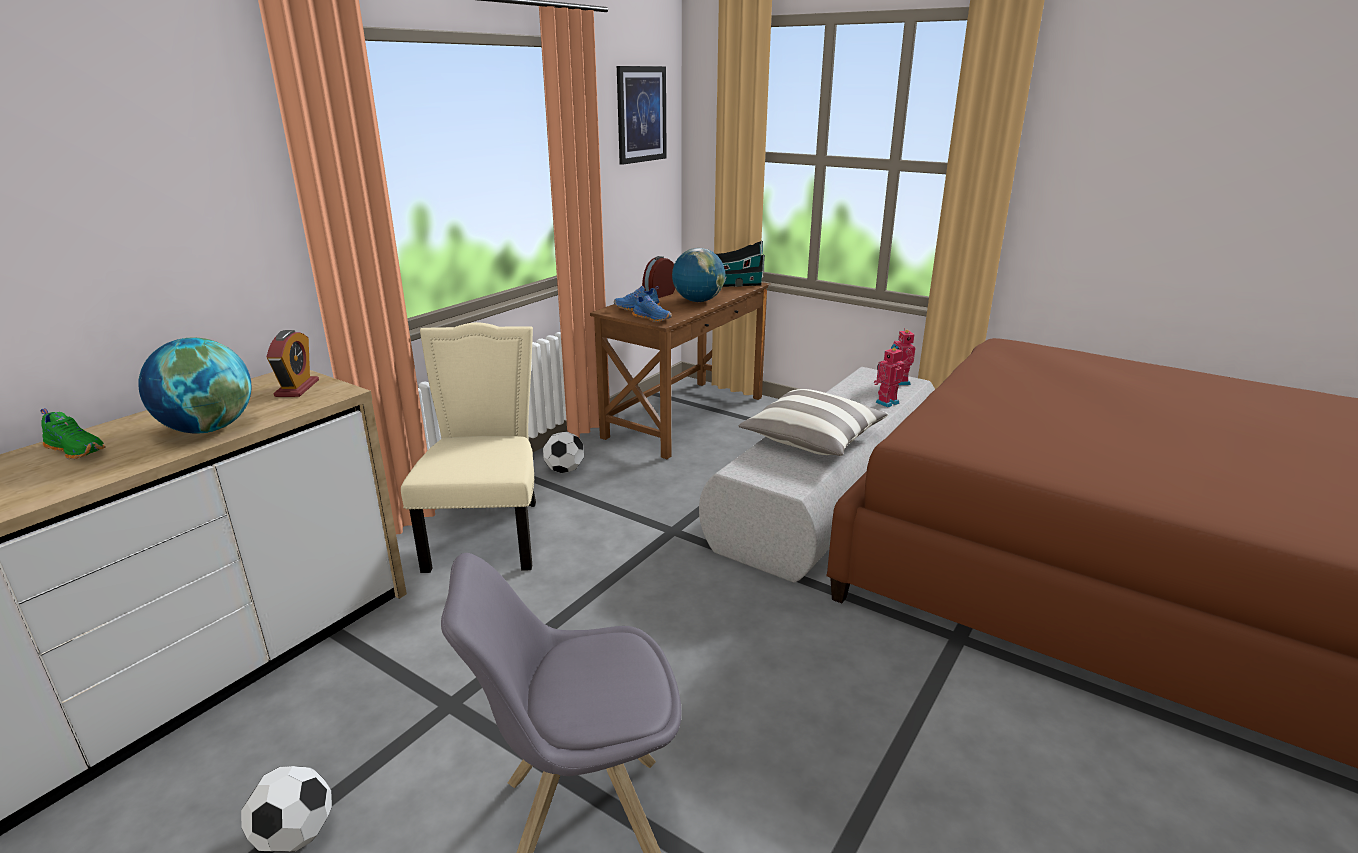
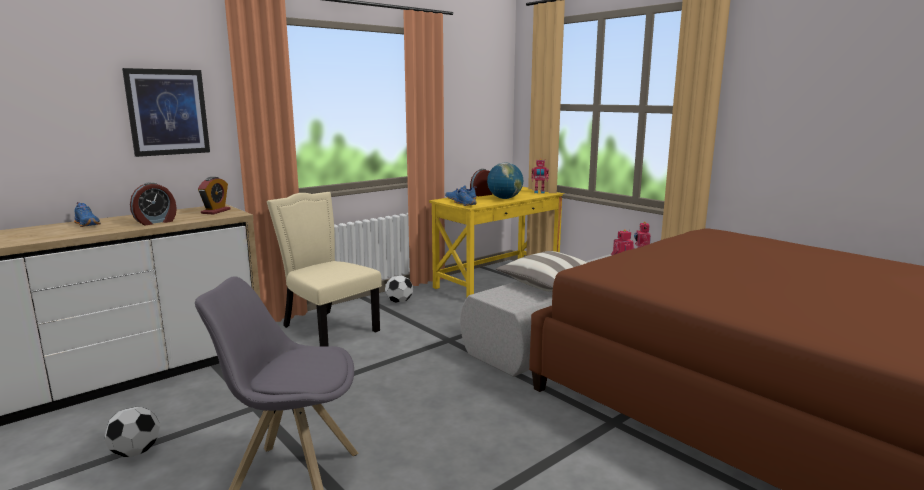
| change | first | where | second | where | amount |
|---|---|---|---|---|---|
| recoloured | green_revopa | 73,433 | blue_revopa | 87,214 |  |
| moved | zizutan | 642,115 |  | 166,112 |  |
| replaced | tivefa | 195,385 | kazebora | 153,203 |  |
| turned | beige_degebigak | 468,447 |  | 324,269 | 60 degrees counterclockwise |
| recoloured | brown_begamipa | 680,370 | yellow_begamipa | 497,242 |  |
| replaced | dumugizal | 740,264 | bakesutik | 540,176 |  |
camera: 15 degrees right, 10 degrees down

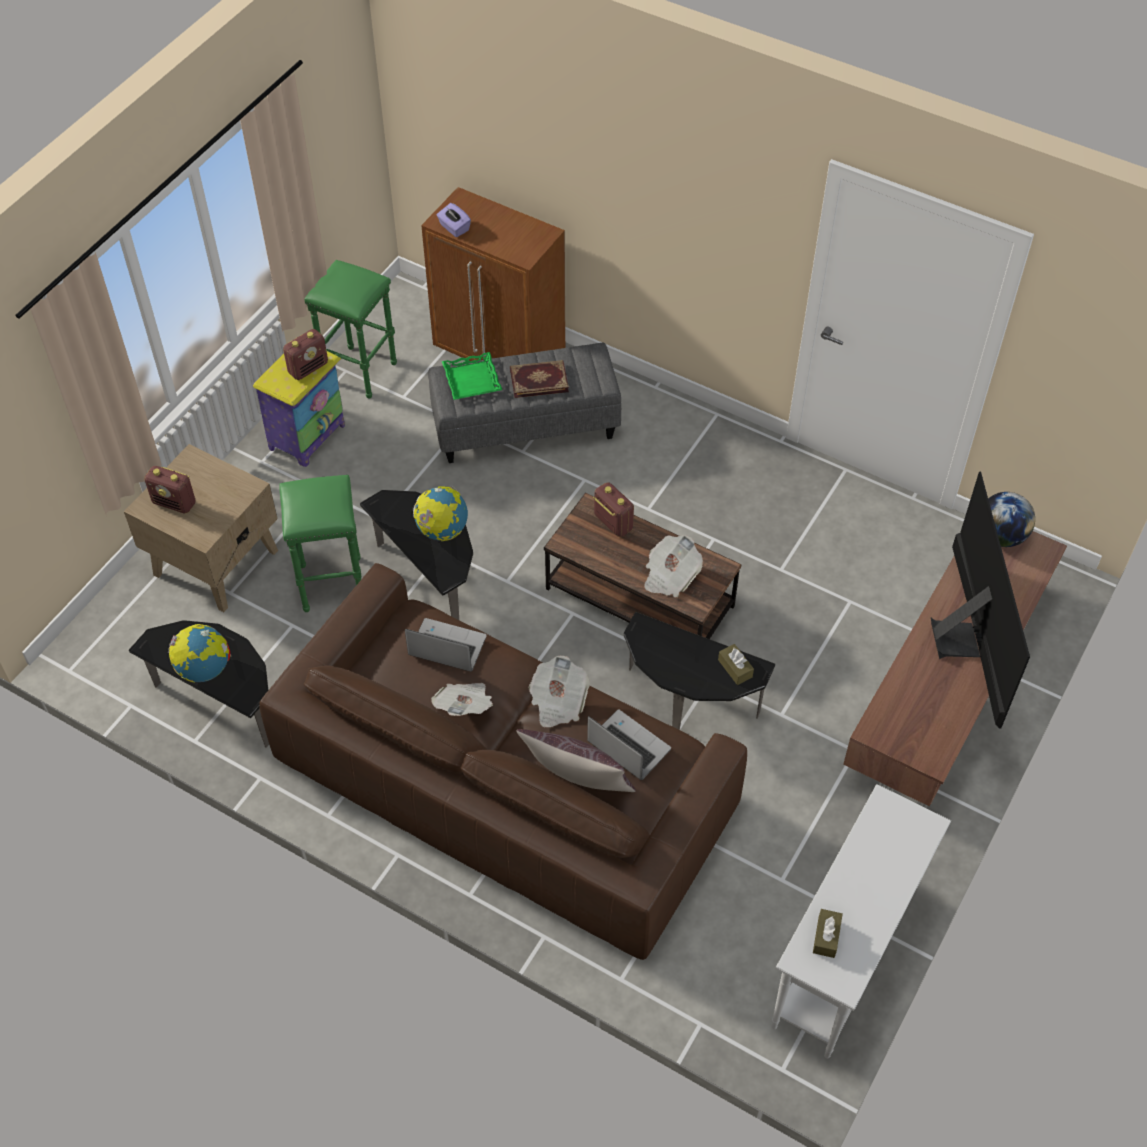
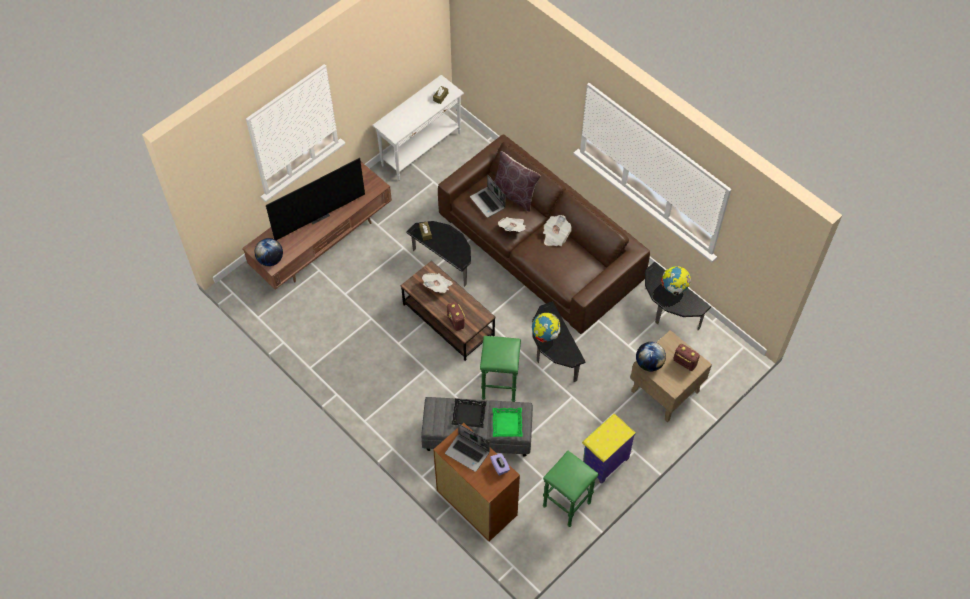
| change | first | where | second | where | amount |
|---|---|---|---|---|---|
| turned | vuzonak | 980,600 |  | 315,199 | 135 degrees counterclockwise |
| moved | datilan | 445,645 |  | 467,447 |  |
| replaced | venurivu | 539,379 | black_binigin | 469,413 |  |
| moved | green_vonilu | 320,543 |  | 500,369 |  |
| added |  |  | tivefa | 651,356 |  |
| removed | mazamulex | 305,354 |  |  |  |
camera: 165 degrees left, 5 degrees up

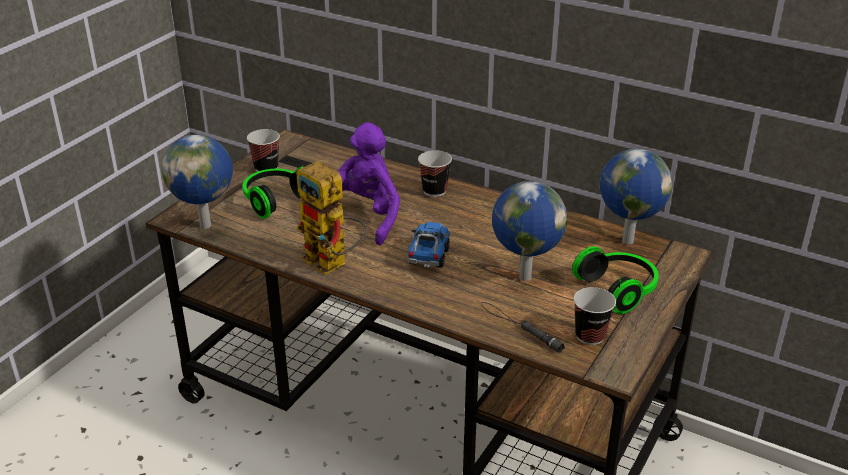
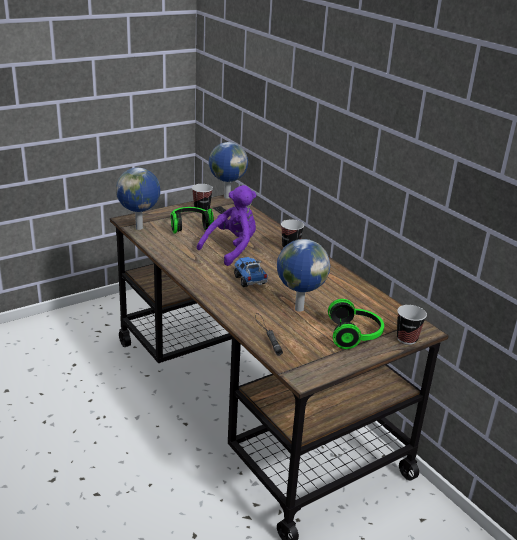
| change | first | where | second | where | amount |
|---|---|---|---|---|---|
| moved | tivefa | 636,197 |  | 228,170 |  |
| turned | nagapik | 428,245 |  | 251,272 | 60 degrees counterclockwise |
| moved | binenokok | 595,316 |  | 412,325 |  |
| removed | bakesutik | 331,218 |  |  |  |
camera: 25 degrees right, 5 degrees down

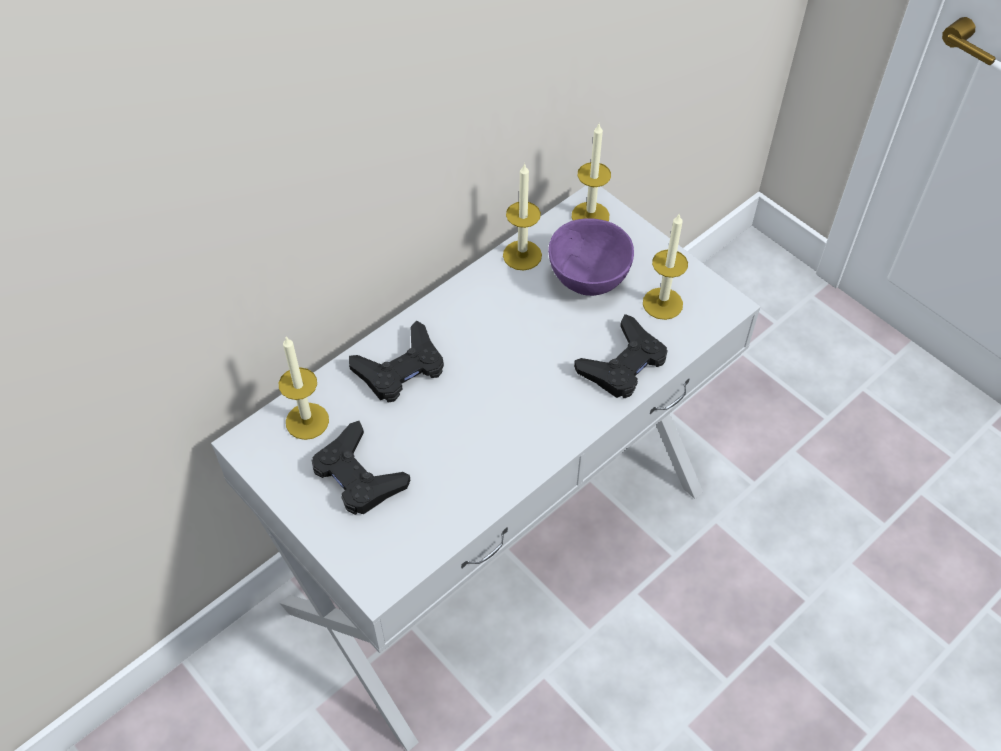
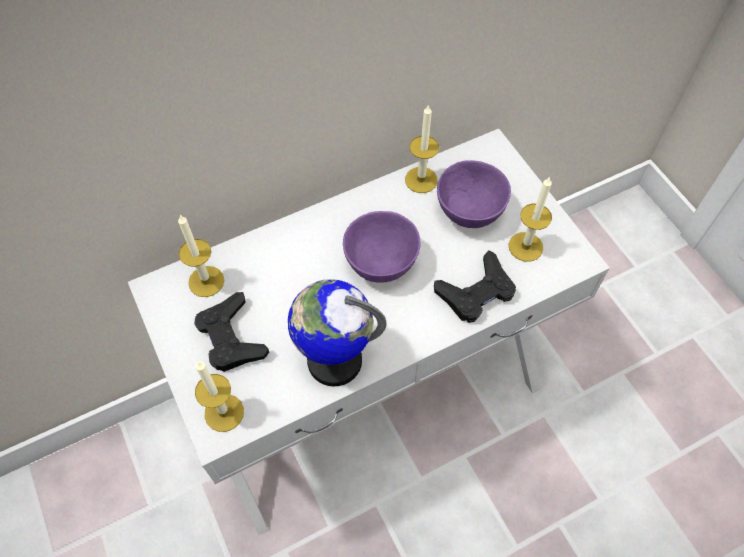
| change | first | where | second | where | amount |
|---|---|---|---|---|---|
| moved | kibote | 591,172 |  | 219,396 |  |
| added |  |  | tivefa | 337,332 |  |
| added |  |  | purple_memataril | 382,247 |  |
| removed | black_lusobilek | 396,361 |  |  |  |
camera: 15 degrees right, 5 degrees up

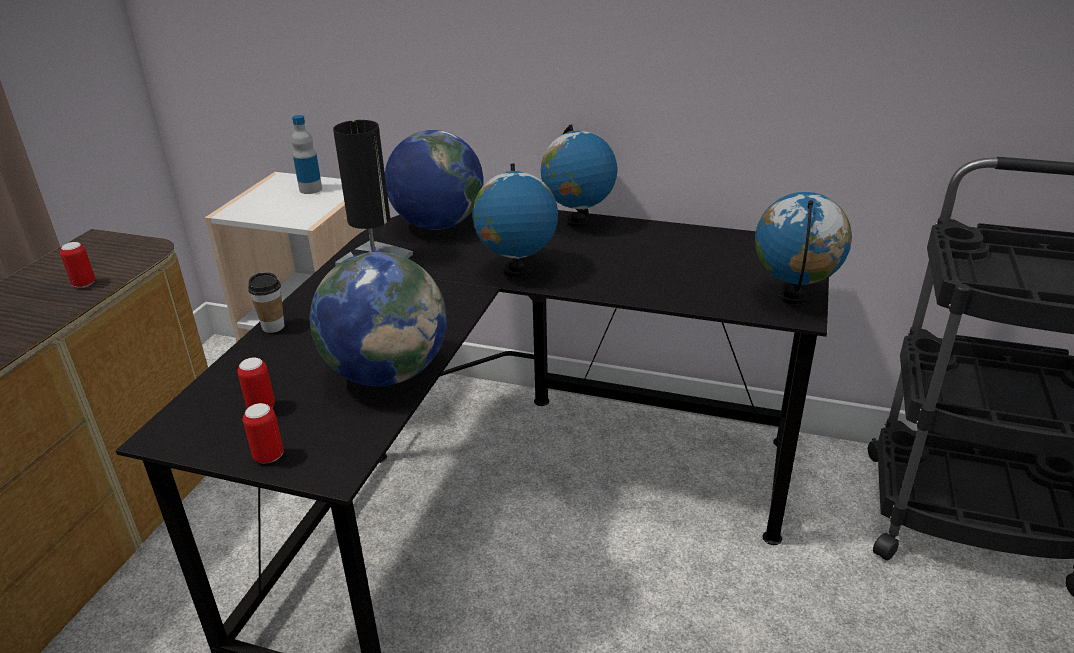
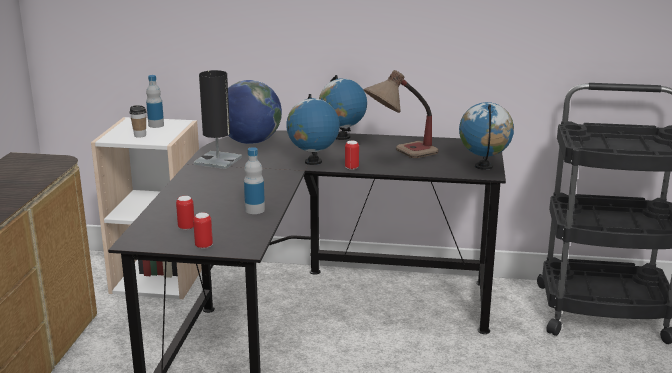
| change | first | where | second | where | amount |
|---|---|---|---|---|---|
| moved | binenokok | 266,302 |  | 138,121 |  |
| replaced | tivefa | 378,319 | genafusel | 254,180 |  |
| moved | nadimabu | 77,265 |  | 352,155 |  |
| added |  |  | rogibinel | 401,114 |  |
camera: 10 degrees left, 10 degrees down

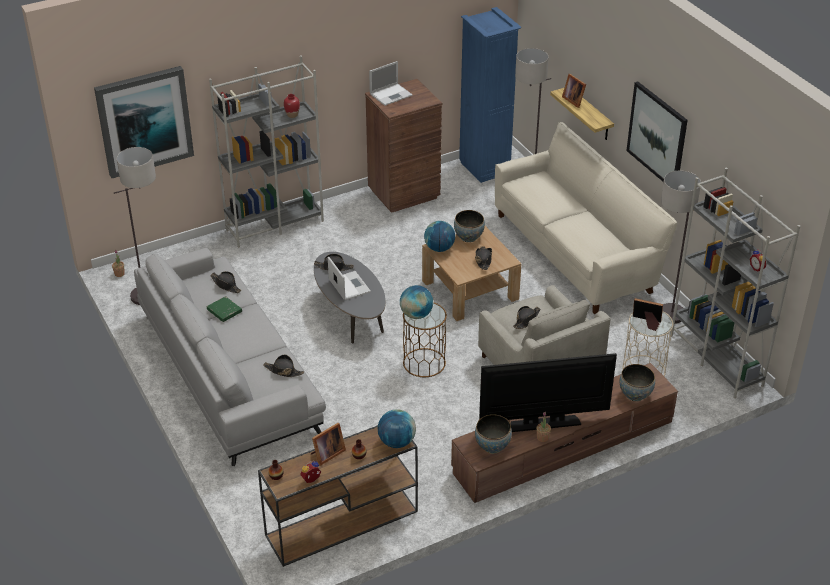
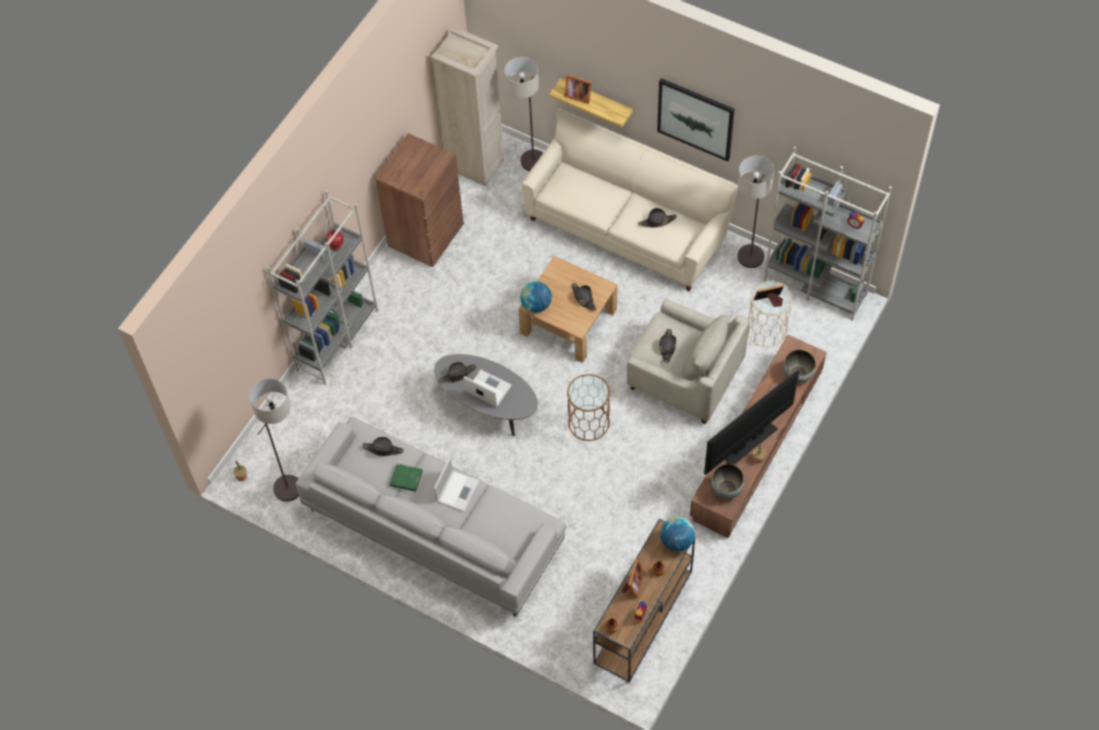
| change | first | where | second | where | amount |
|---|---|---|---|---|---|
| recoloured | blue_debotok | 490,95 | beige_debotok | 467,106 |  |
| moved | datilan | 390,83 |  | 456,484 |  |
| moved | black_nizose | 284,366 |  | 657,217 |  |
| removed | zizutan | 144,122 |  |  |  |
| removed | tivefa | 416,302 |  |  |  |
| removed | memataril | 469,226 |  |  |  |
camera: 30 degrees left, 20 degrees up

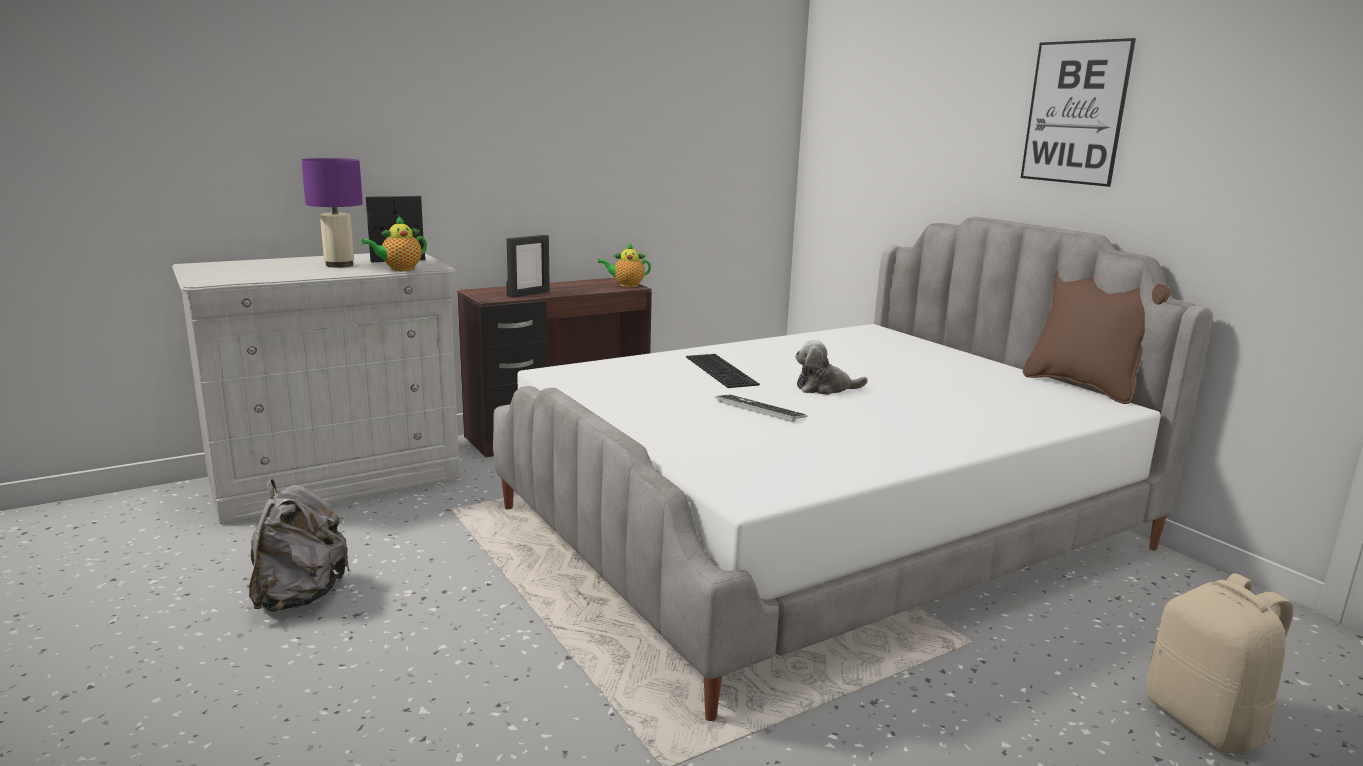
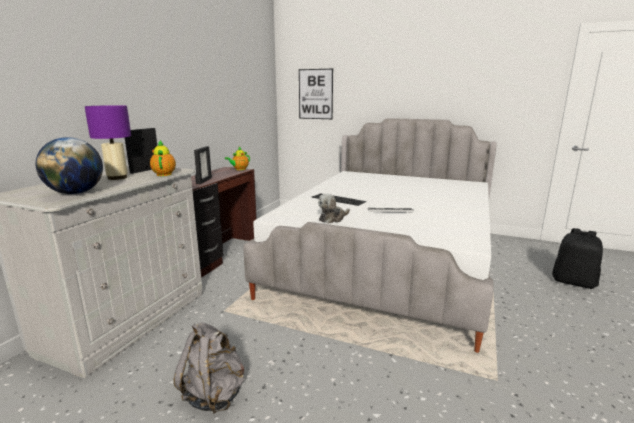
| change | first | where | second | where | amount |
|---|---|---|---|---|---|
| added |  |  | tivefa | 69,165 |  |
| turned | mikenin | 394,243 |  | 163,158 | 150 degrees clockwise |
| moved | zizutan | 1078,112 |  | 316,94 |  |
| moved | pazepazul | 831,367 |  | 334,209 |  |
| recoloured | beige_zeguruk | 1219,663 | black_zeguruk | 577,258 |  |
| removed | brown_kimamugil | 1096,337 |  |  |  |
camera: 35 degrees left, 0 degrees up

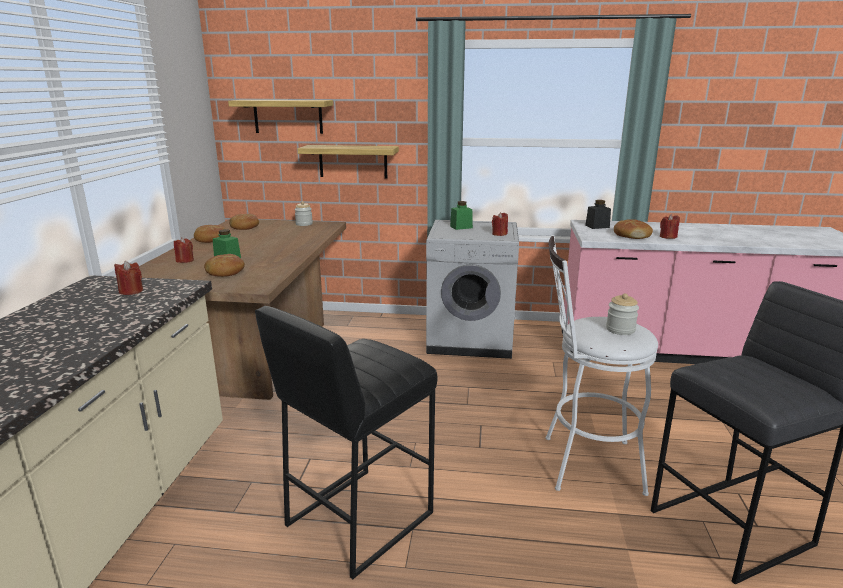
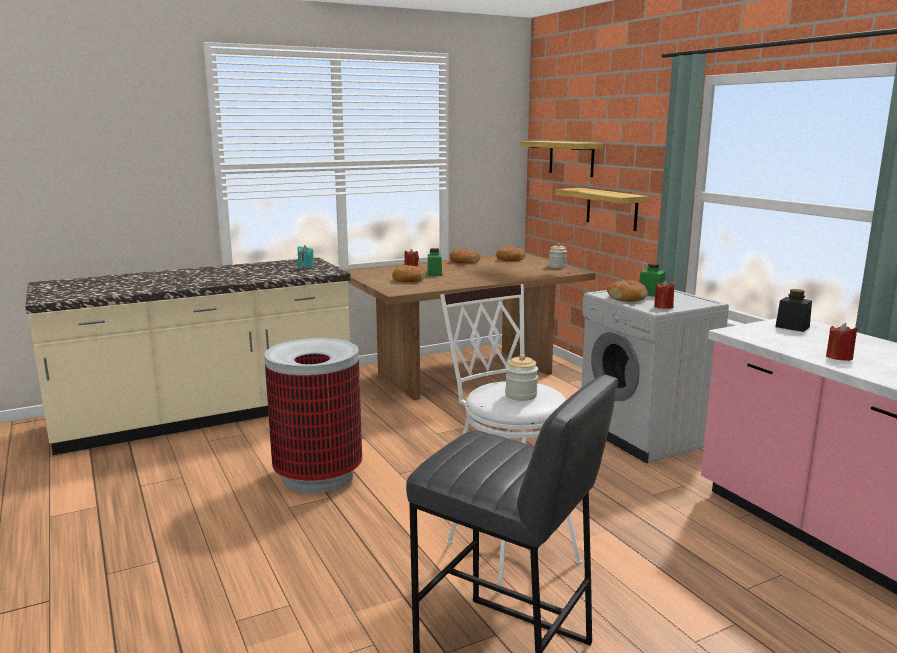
| change | first | where | second | where | amount |
|---|---|---|---|---|---|
| replaced | black_vonilu | 346,443 | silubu | 313,415 |  |
| recoloured | red_kibote | 128,278 | turquoise_kibote | 305,257 |  |
| moved | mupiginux | 633,229 |  | 627,291 |  |
camera: 55 degrees right, 5 degrees down

